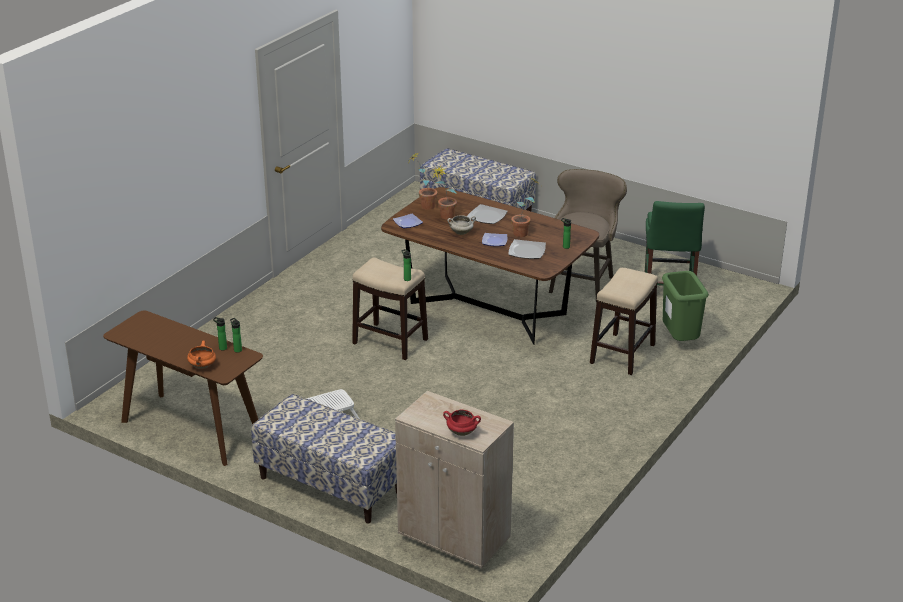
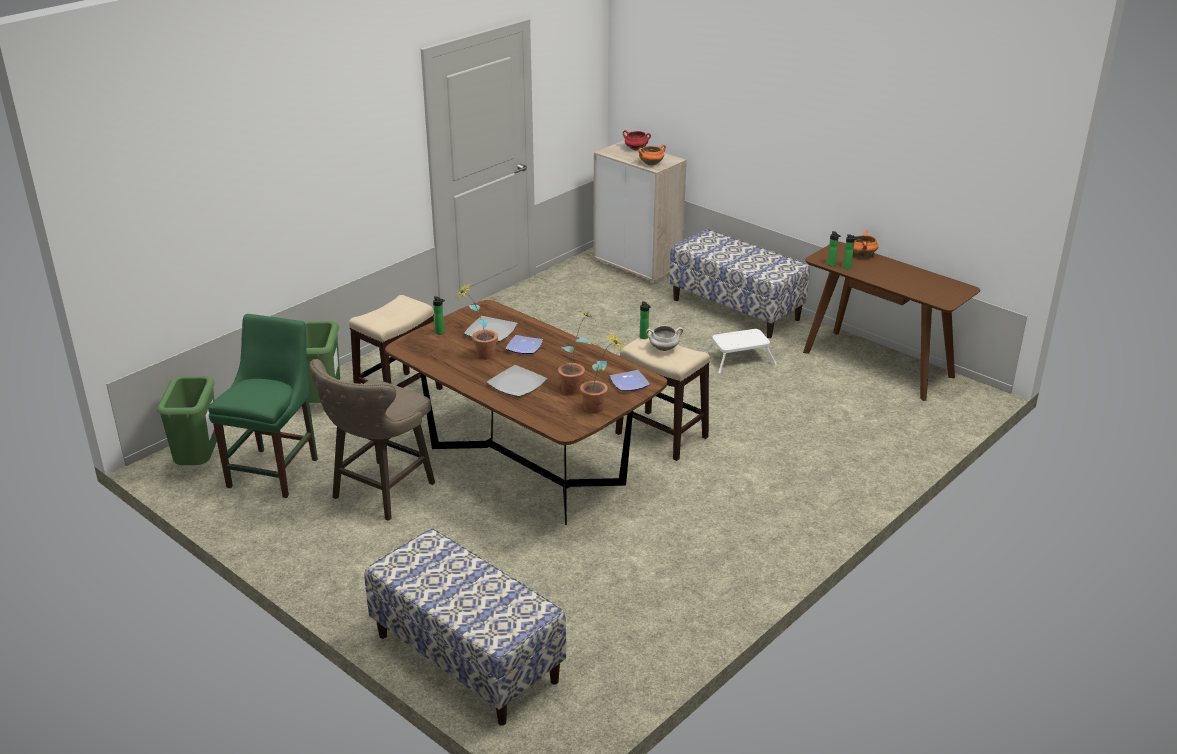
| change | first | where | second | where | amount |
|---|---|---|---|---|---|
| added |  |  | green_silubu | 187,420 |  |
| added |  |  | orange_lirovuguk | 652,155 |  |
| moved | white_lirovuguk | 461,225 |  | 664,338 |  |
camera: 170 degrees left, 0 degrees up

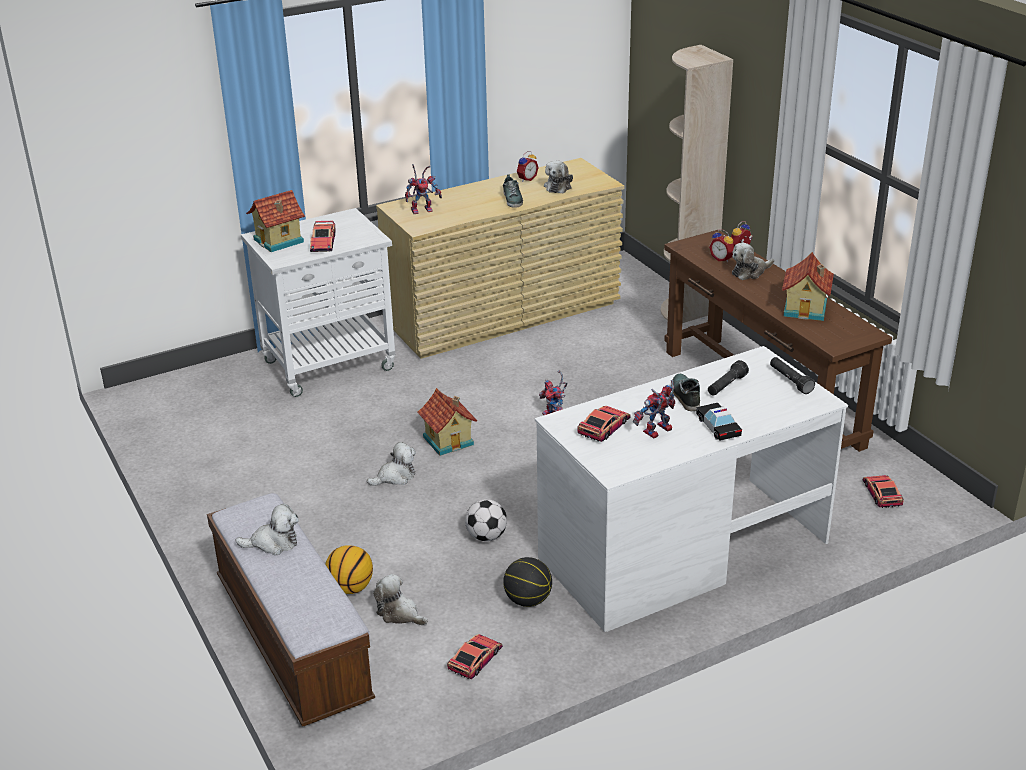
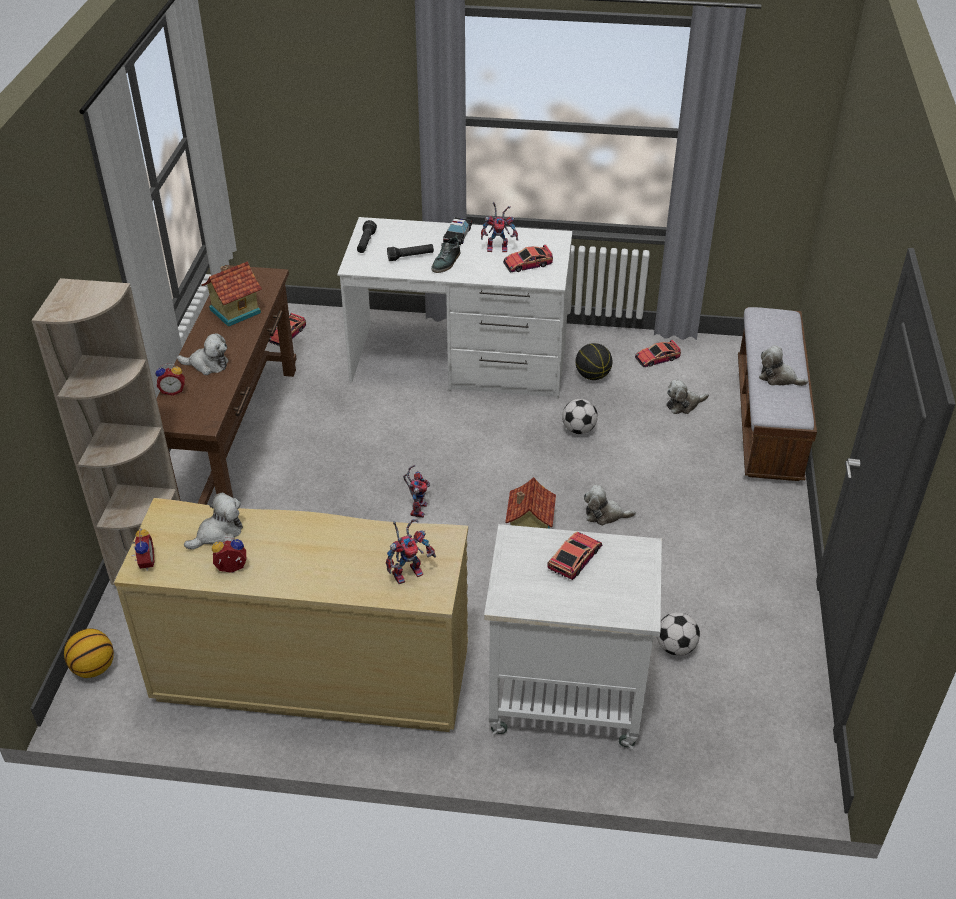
| change | first | where | second | where | amount |
|---|---|---|---|---|---|
| moved | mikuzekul | 349,569 |  | 89,653 |  |
| moved | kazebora | 721,246 |  | 143,549 |  |
| turned | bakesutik | 423,189 |  | 411,551 | 135 degrees clockwise |
| added |  |  | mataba | 678,634 |  |
| turned | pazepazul | 400,599 |  | 687,397 | 90 degrees clockwise |
| removed | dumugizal | 275,221 |  |  |  |
| removed | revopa | 513,191 |  |  |  |
camera: 145 degrees left, 10 degrees up

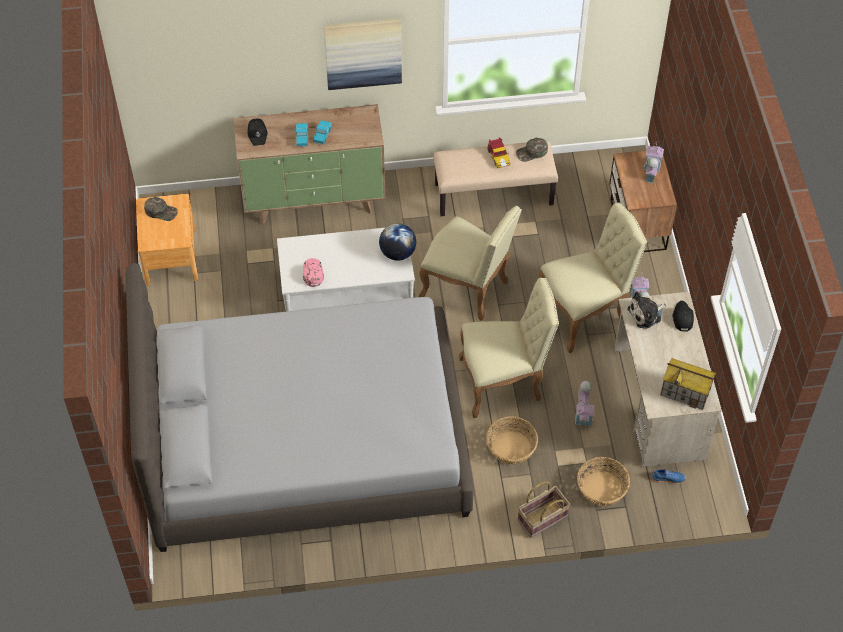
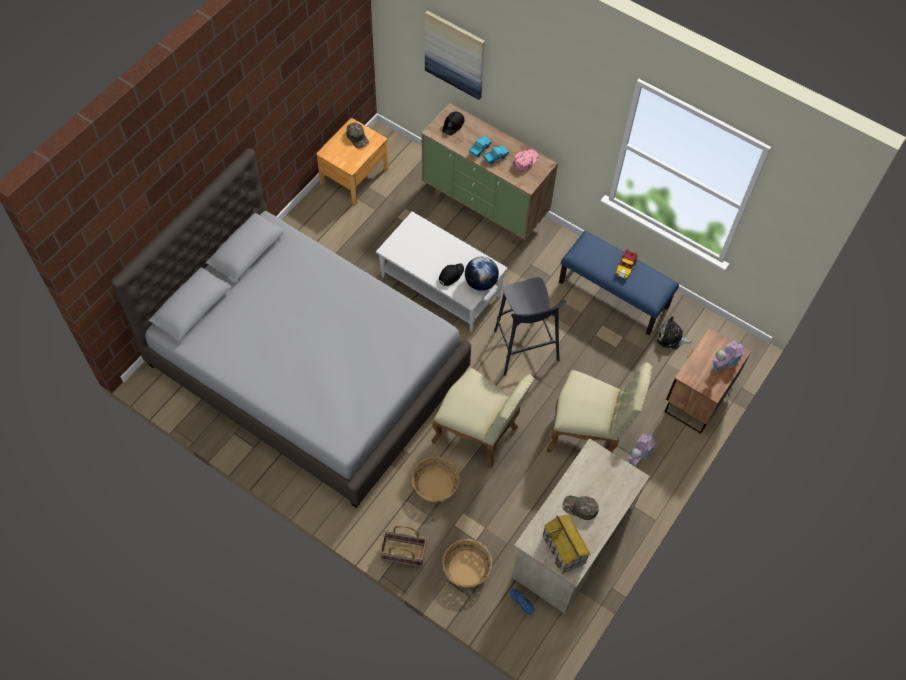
| change | first | where | second | where | amount |
|---|---|---|---|---|---|
| moved | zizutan | 363,54 |  | 455,55 |  |
| moved | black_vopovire | 683,316 |  | 451,274 |  |
| replaced | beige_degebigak | 470,263 | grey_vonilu | 530,326 |  |
| moved | pink_vopovire | 313,272 |  | 525,160 |  |
| recoloured | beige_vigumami | 495,178 | blue_vigumami | 619,283 |  |
| moved | green_vopovire | 532,150 |  | 581,508 |  |
| moved | pazepazul | 646,310 |  | 674,332 |  |
| removed | dumugizal | 584,404 |  |  |  |
camera: 40 degrees right, 5 degrees up

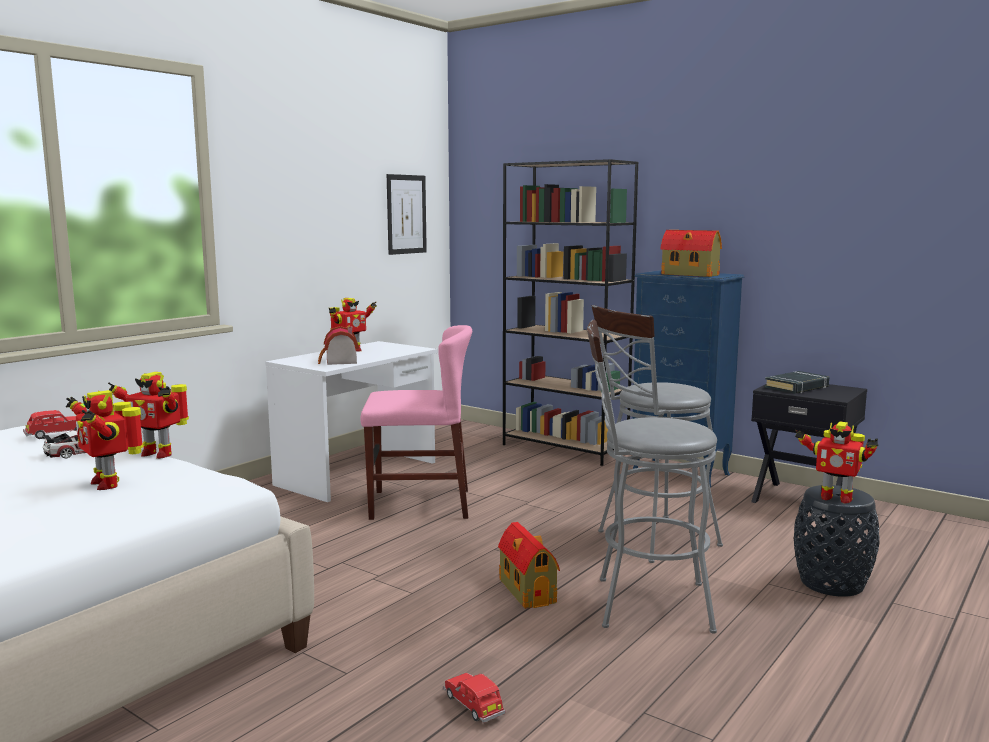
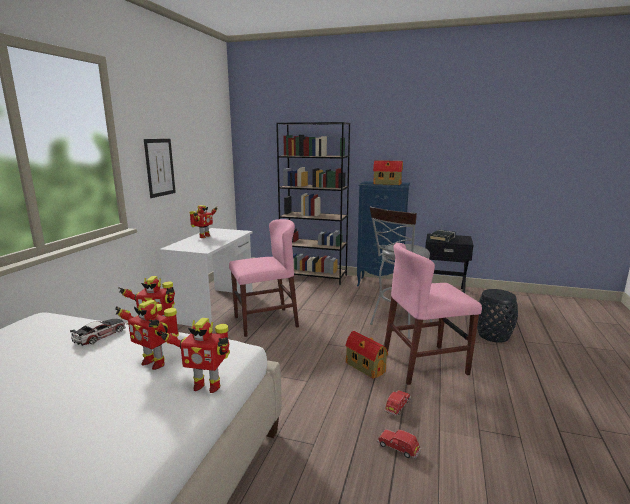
| change | first | where | second | where | amount |
|---|---|---|---|---|---|
| moved | zizutan | 407,214 |  | 160,168 |  |
| moved | bakesutik | 836,463 |  | 195,355 |  |
| replaced | grey_vonilu | 652,476 | pink_degebigak | 433,314 |  |
| moved | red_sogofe | 50,424 |  | 397,403 |  |
| removed | dumugizal | 338,345 |  |  |  |
camera: 20 degrees left, 5 degrees up

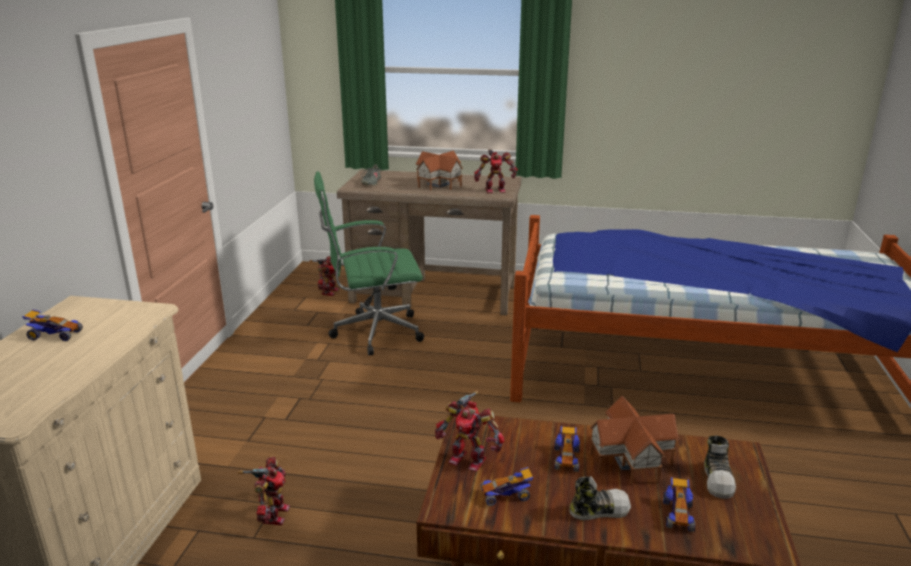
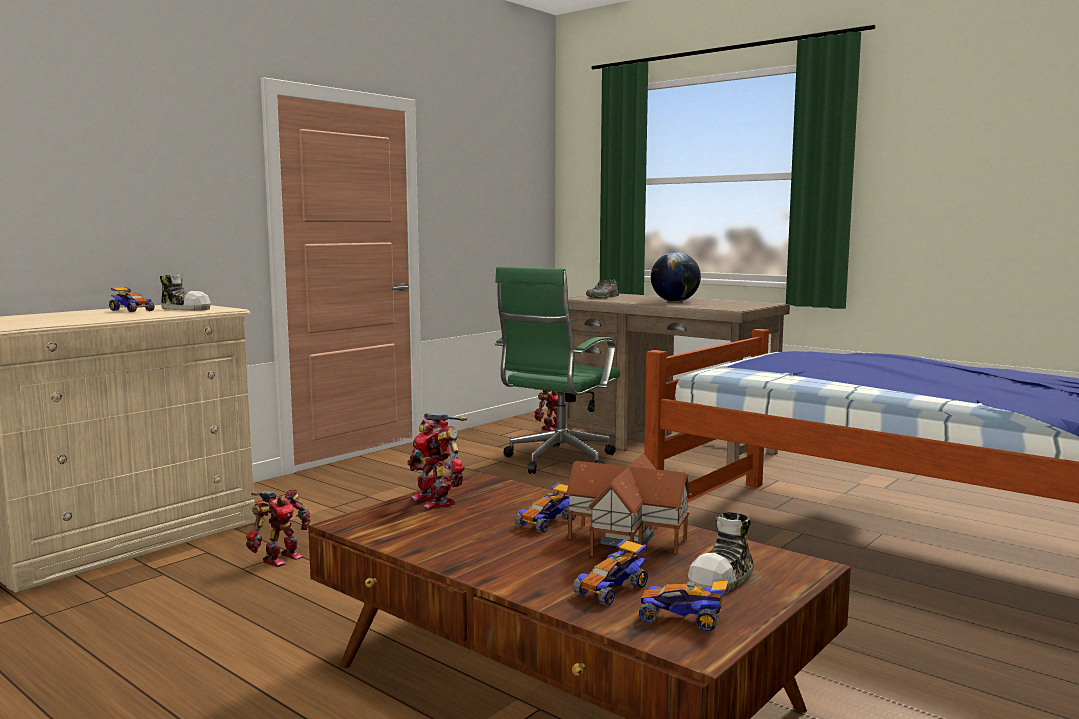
| change | first | where | second | where | amount |
|---|---|---|---|---|---|
| moved | revopa | 600,498 |  | 185,292 |  |
| turned | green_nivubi | 369,263 |  | 557,370 | 75 degrees counterclockwise |
| moved | sogofe | 507,486 |  | 683,604 |  |
| replaced | dumugizal | 439,171 | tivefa | 676,277 |  |
| removed | bakesutik | 496,171 |  |  |  |
camera: 30 degrees right, 15 degrees down

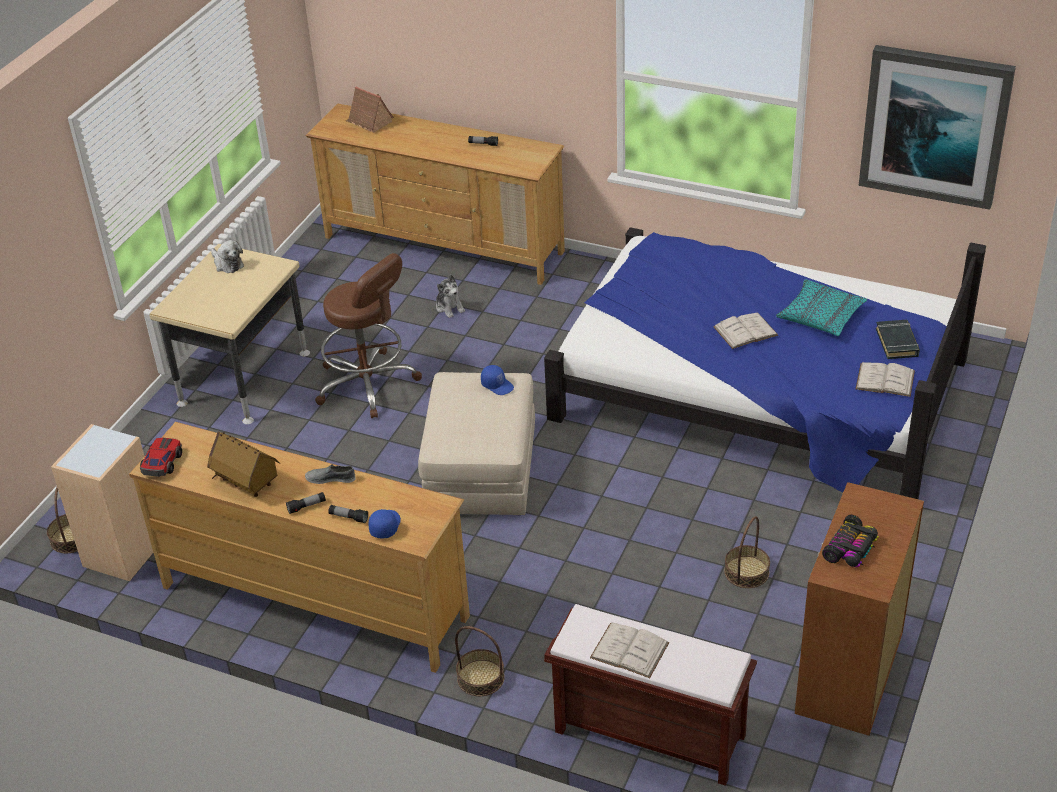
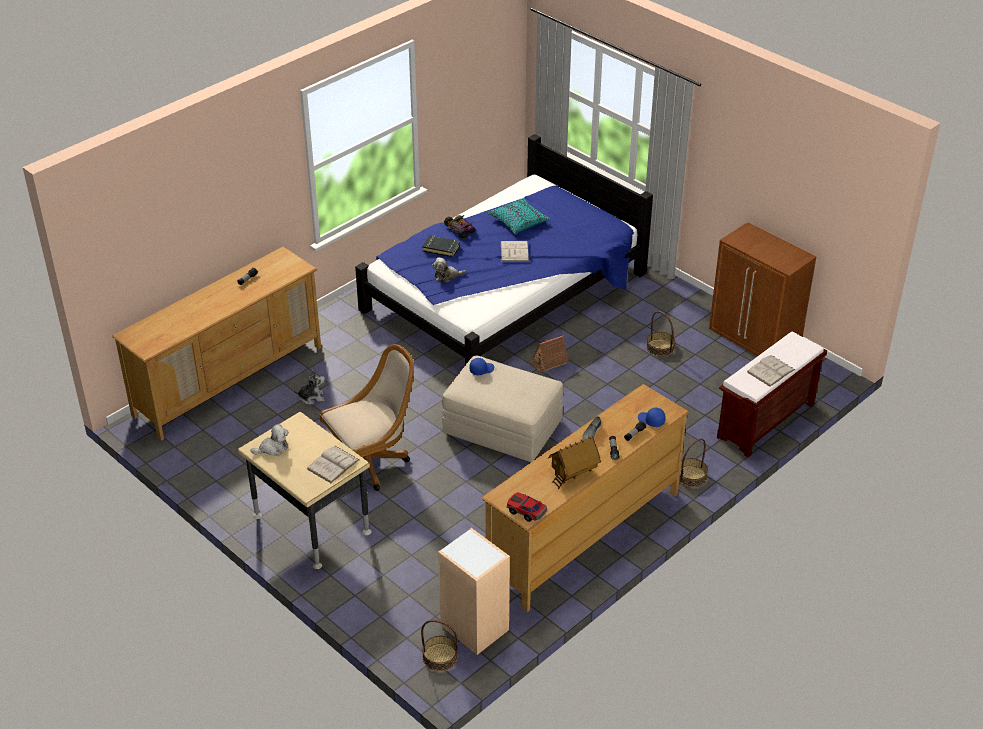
| change | first | where | second | where | amount |
|---|---|---|---|---|---|
| moved | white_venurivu | 885,379 |  | 333,464 |  |
| replaced | brown_vonilu | 368,335 | nivubi | 367,417 |  |
| moved | black_venurivu | 898,339 |  | 441,246 |  |
| added |  |  | pazepazul | 449,269 |  |
| moved | sogofe | 850,541 |  | 459,227 |  |
| moved | dumugizal | 370,110 |  | 549,354 |  |
| removed | zizutan | 937,127 |  |  |  |
camera: 70 degrees left, 0 degrees up

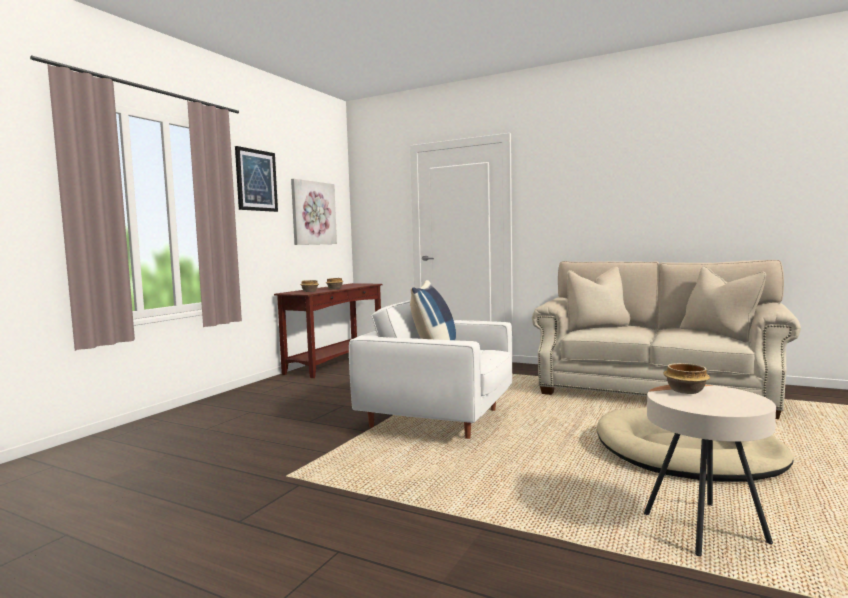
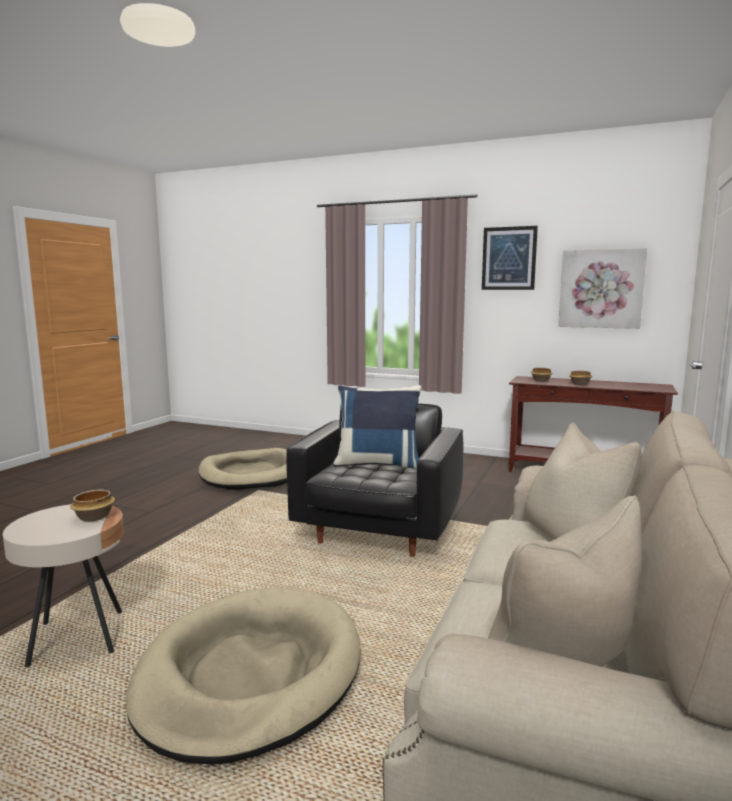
| change | first | where | second | where | amount |
|---|---|---|---|---|---|
| added |  |  | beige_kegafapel | 242,469 |  |
| recoloured | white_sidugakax | 430,369 | black_sidugakax | 374,480 |  |
camera: 85 degrees right, 5 degrees up

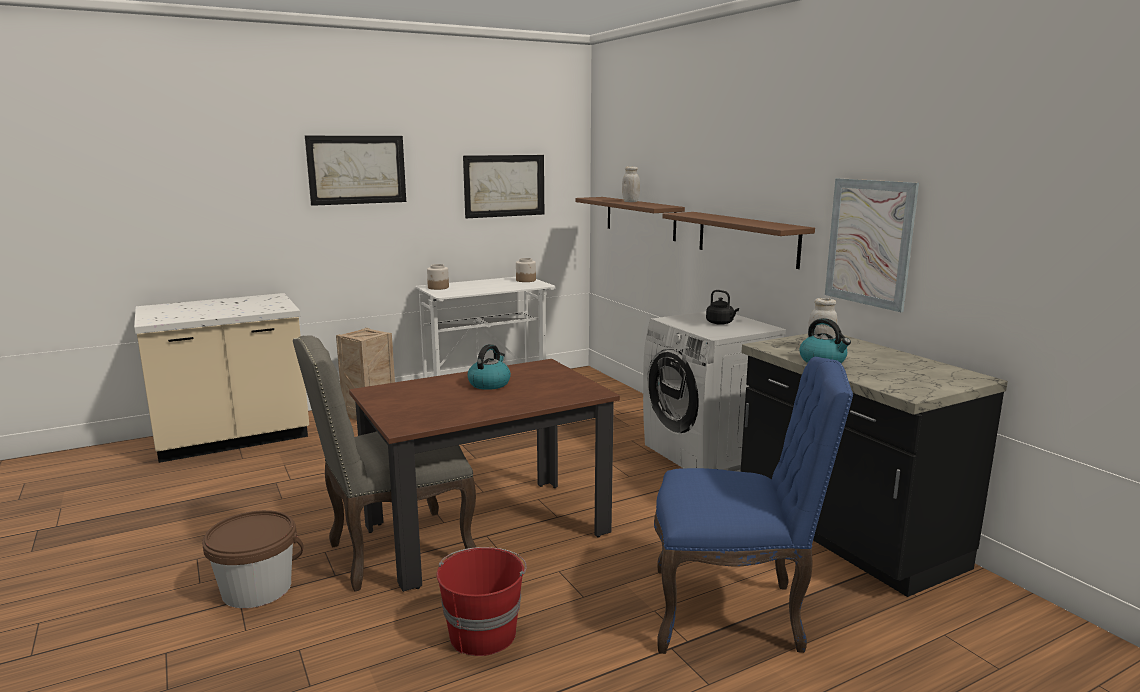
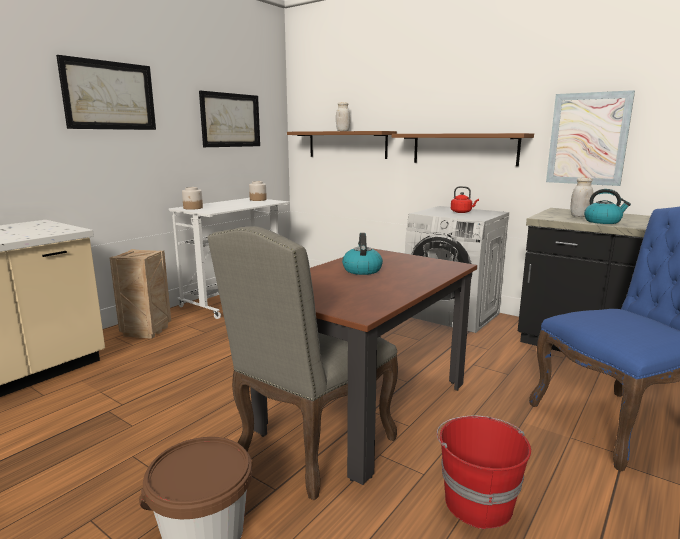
| change | first | where | second | where | amount |
|---|---|---|---|---|---|
| recoloured | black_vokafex | 722,307 | red_vokafex | 465,199 |  |
camera: 25 degrees left, 0 degrees up

